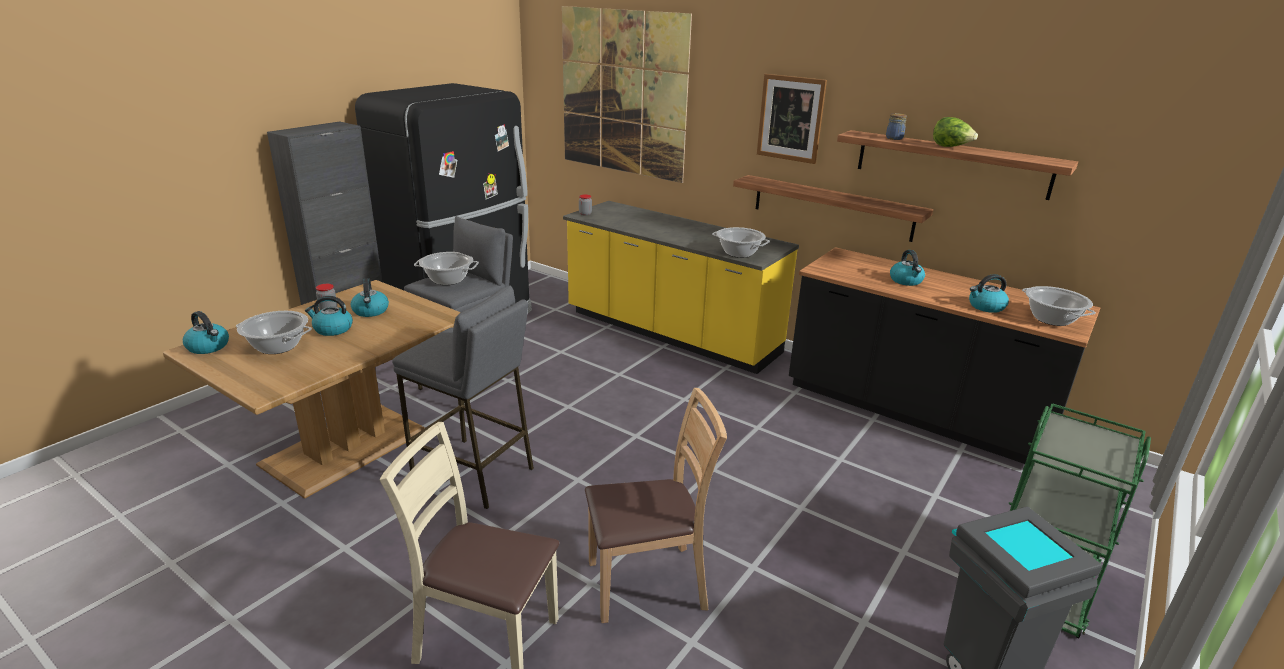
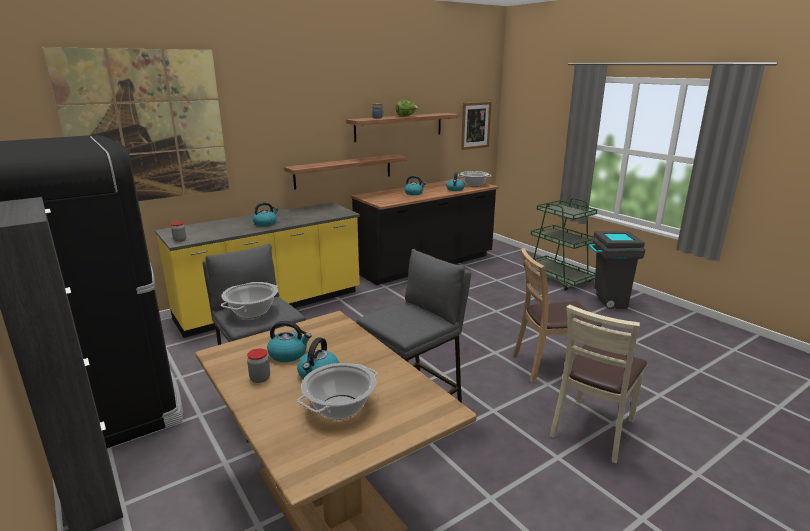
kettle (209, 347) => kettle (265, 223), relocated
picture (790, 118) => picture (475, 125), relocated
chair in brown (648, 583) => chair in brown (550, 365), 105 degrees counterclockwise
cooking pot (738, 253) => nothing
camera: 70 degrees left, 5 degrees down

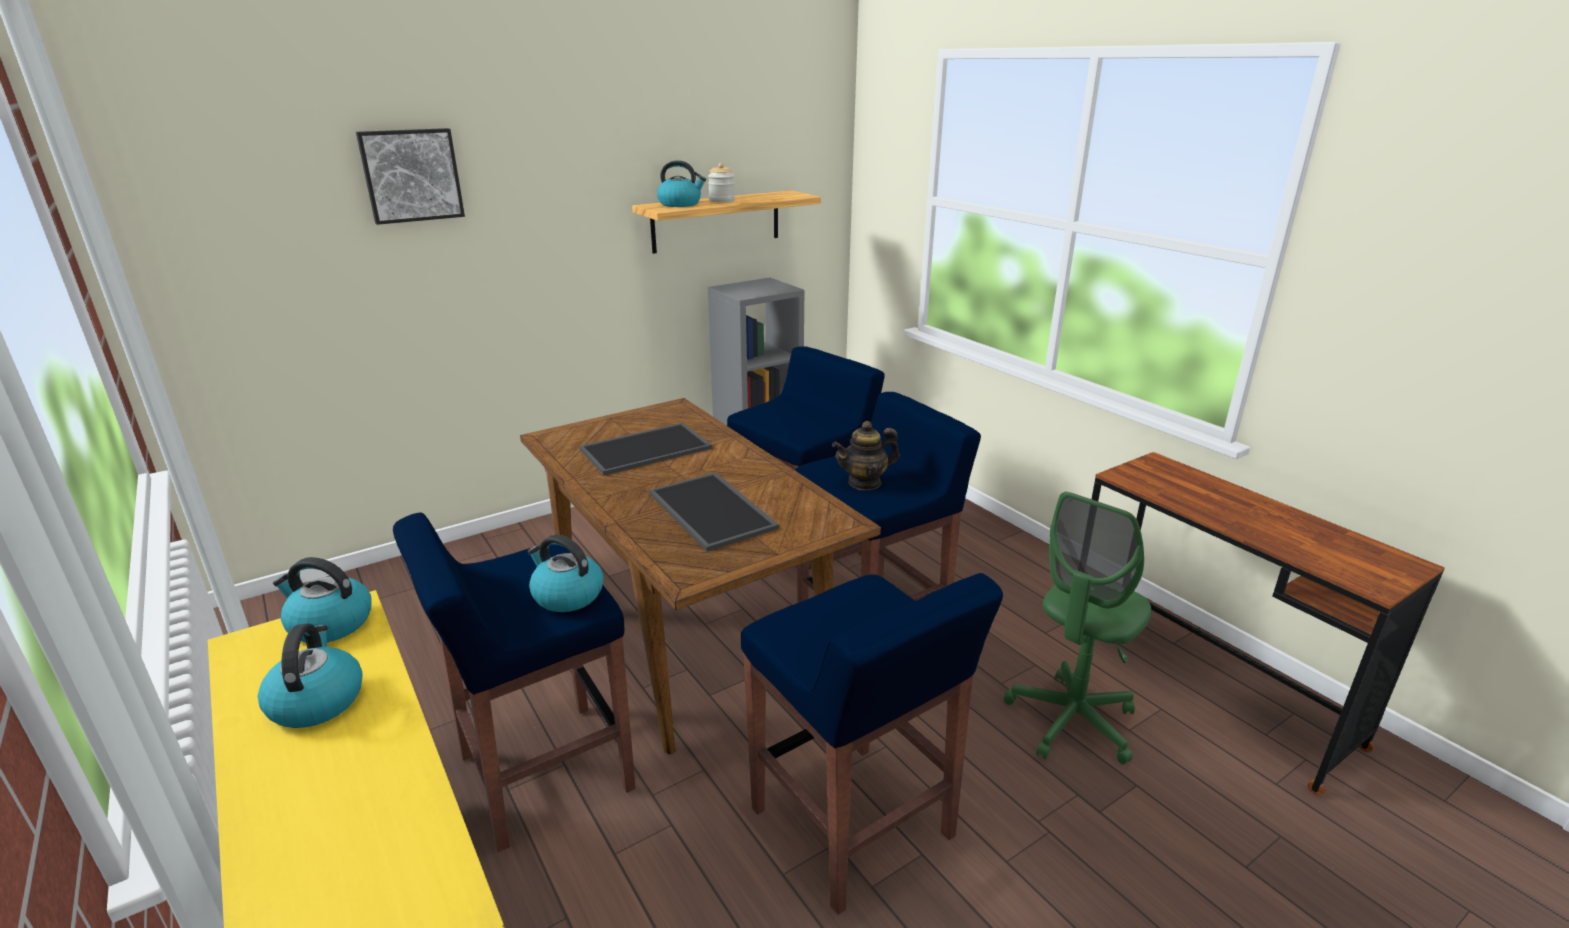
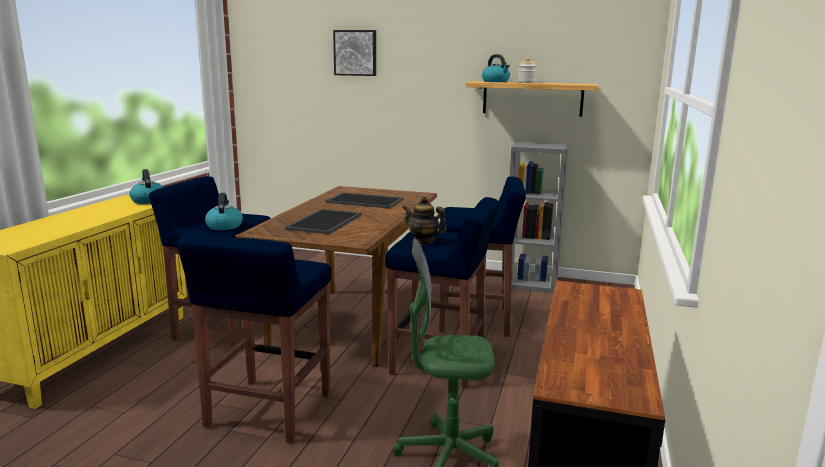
kettle (317, 701) => nothing
camera: 50 degrees right, 10 degrees down

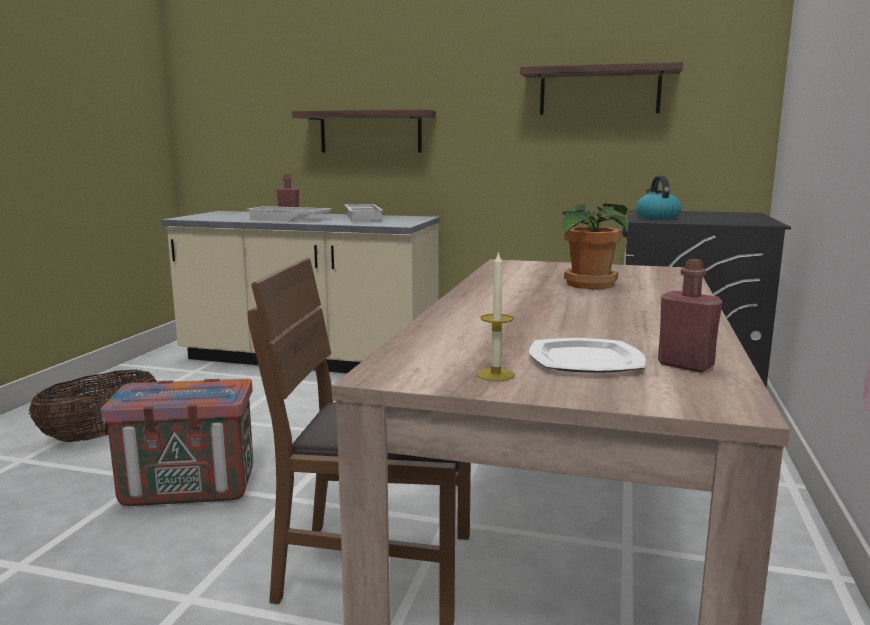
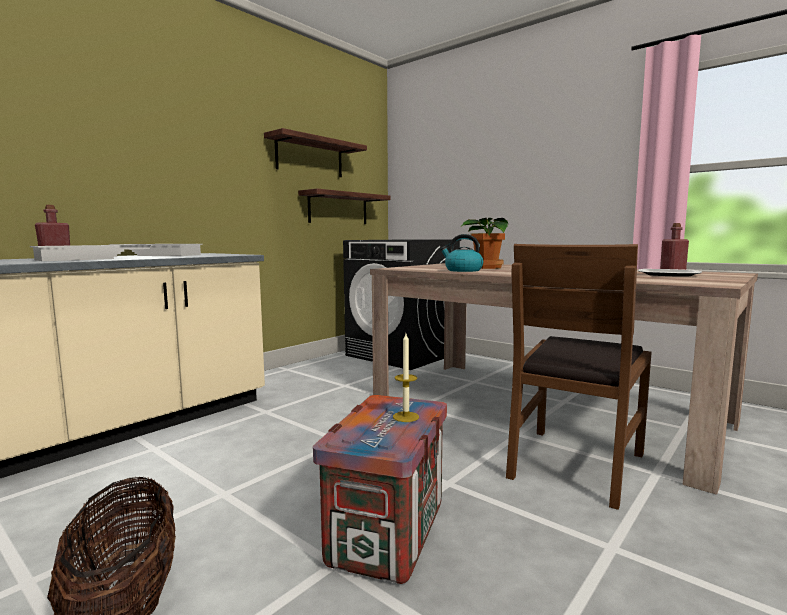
shelf (370, 132) => shelf (338, 208), relocated
candle (495, 374) => candle (405, 417), relocated
kettle (657, 217) => kettle (462, 270), relocated
camera: 65 degrees left, 5 degrees down

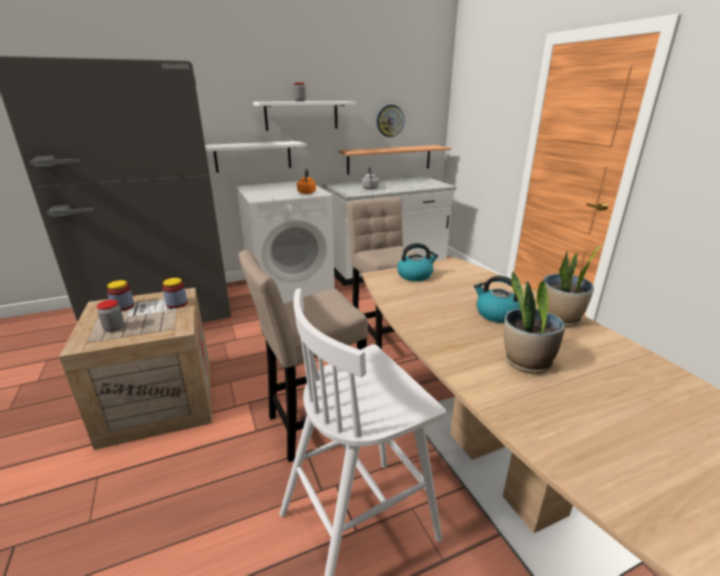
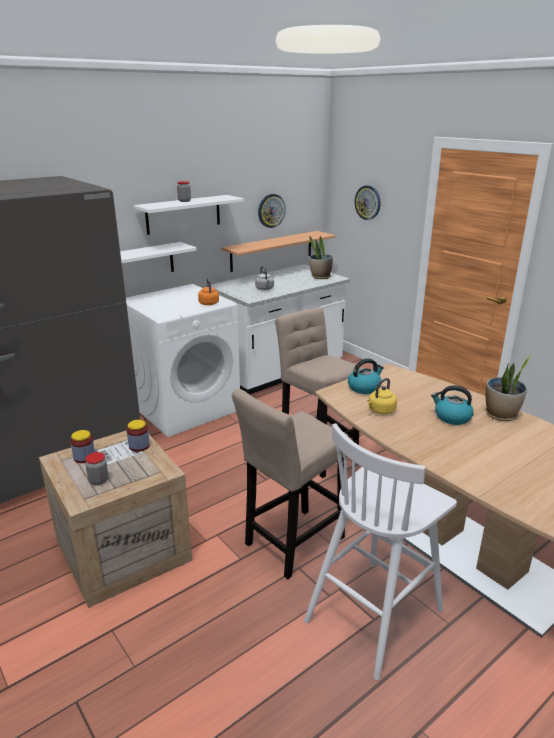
potted plant (526, 362) => potted plant (320, 277), relocated
nothing => wall clock (368, 202)
nothing => kettle in yellow (380, 411)
camera: 15 degrees left, 0 degrees up

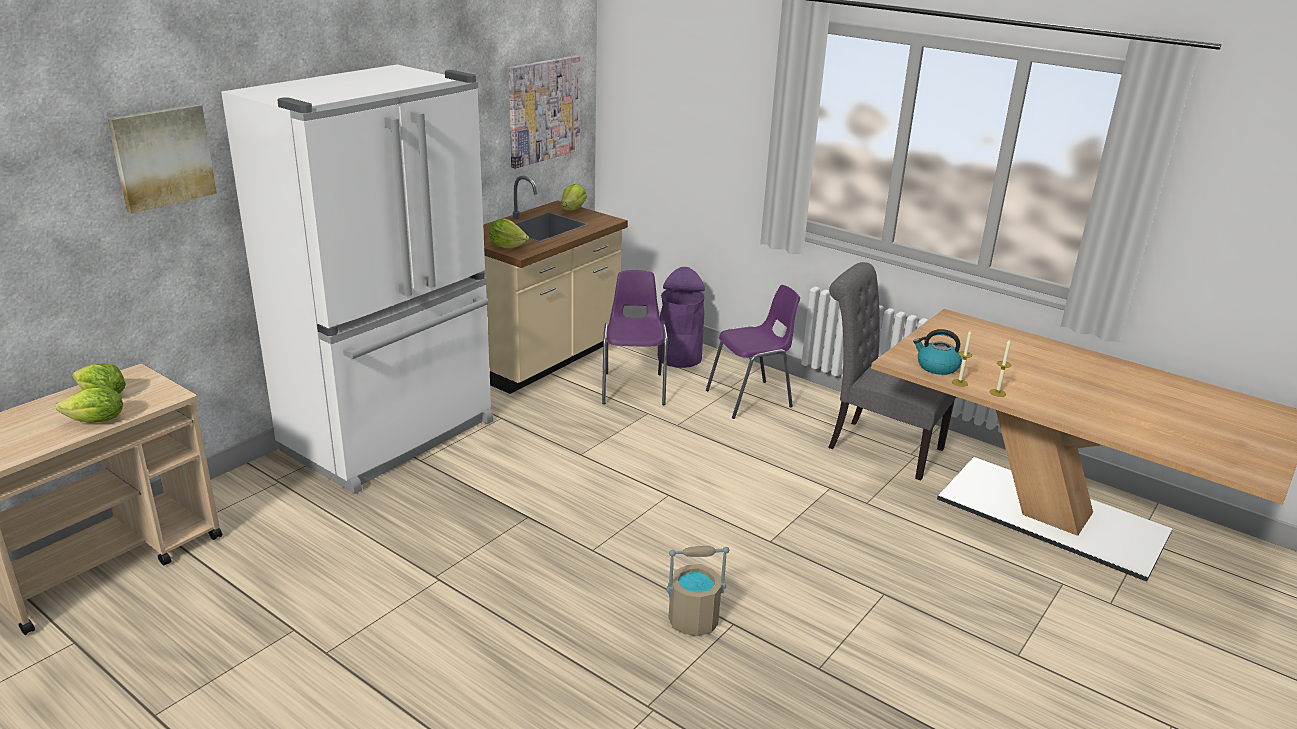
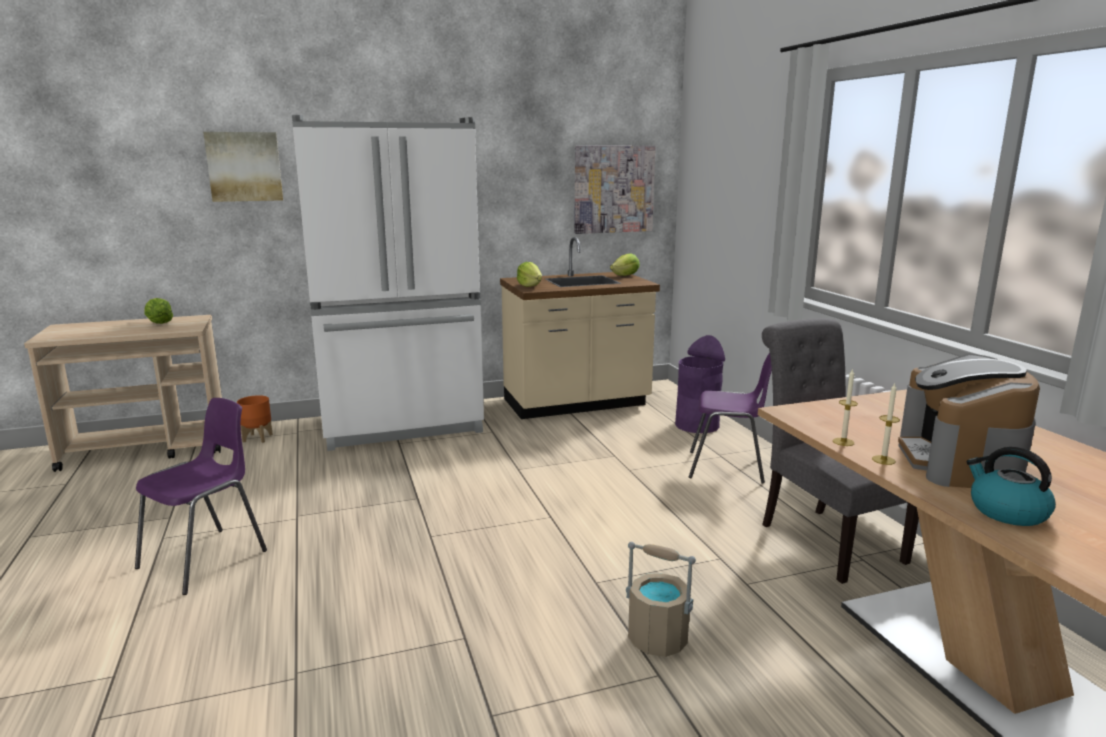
chair in purple (633, 388) => chair in purple (206, 559), relocated
nothing => planter in orange (258, 438)
bucket in beige (693, 620) => bucket in beige (657, 639), relocated
nothing => coffee machine (959, 461)
kettle (936, 367) => kettle (1006, 512), relocated
lettuce (97, 421) => nothing
camera: 35 degrees right, 10 degrees down

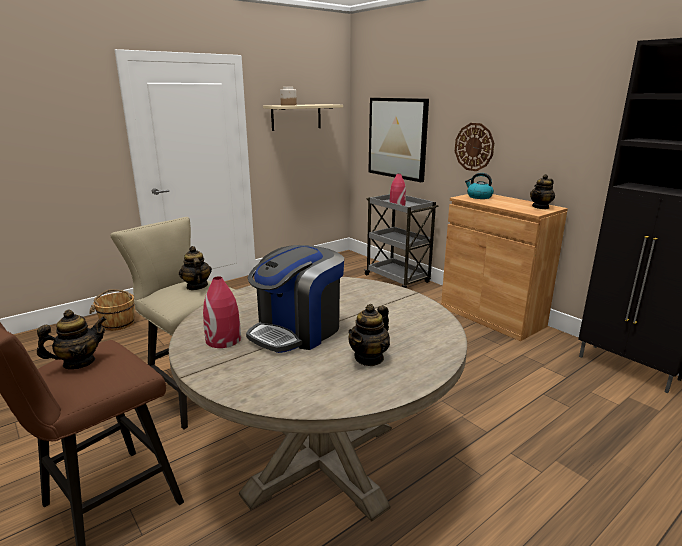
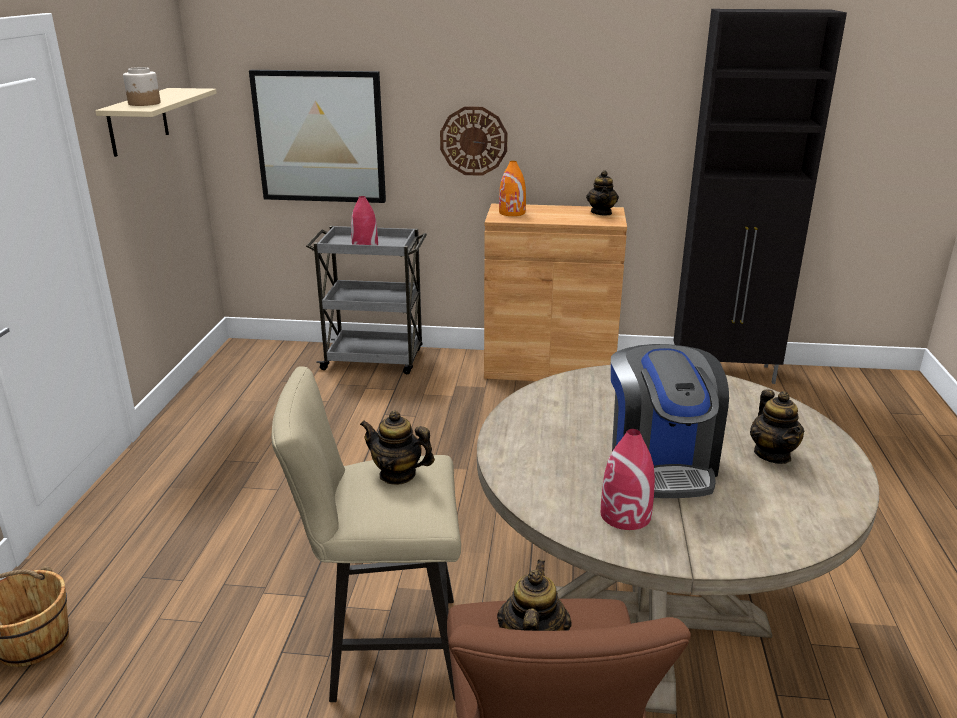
kettle (479, 197) => vase in orange (512, 212)
camera: 45 degrees left, 5 degrees up

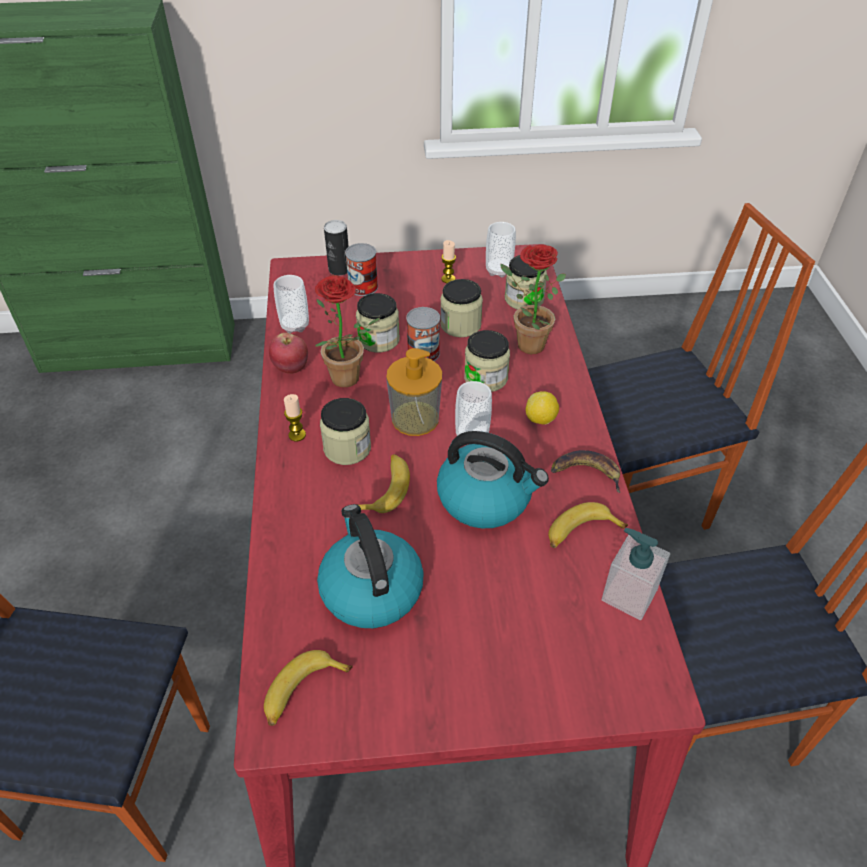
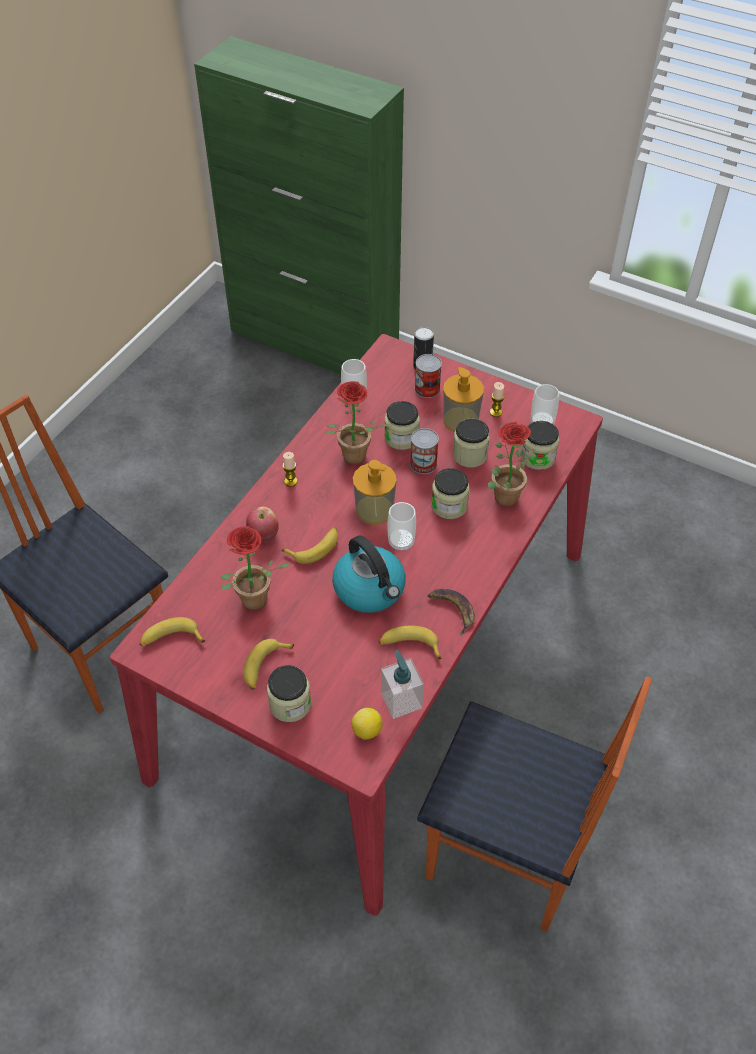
kettle (370, 589) => potted plant (253, 604)
nothing => banana (265, 667)
apple (291, 368) => apple (264, 535), relocated
jar (347, 448) => jar (290, 704), relocated
lemon (540, 419) => lemon (367, 731), relocated
nothing => soap dispenser (460, 420)
chair (633, 505) => nothing
camera: 35 degrees right, 5 degrees up

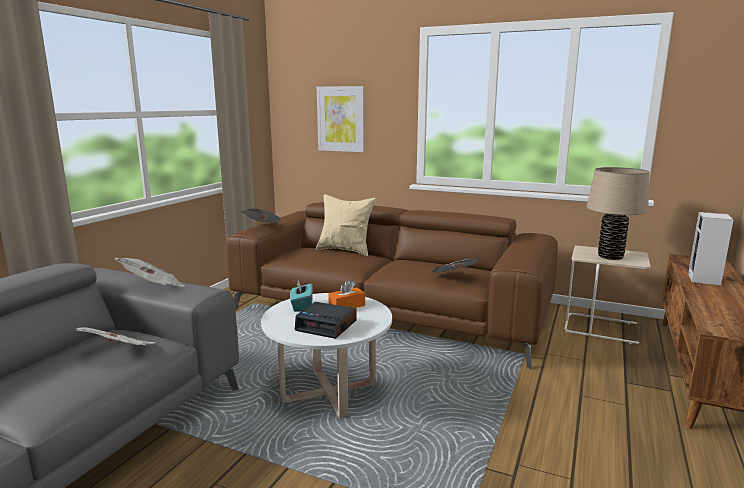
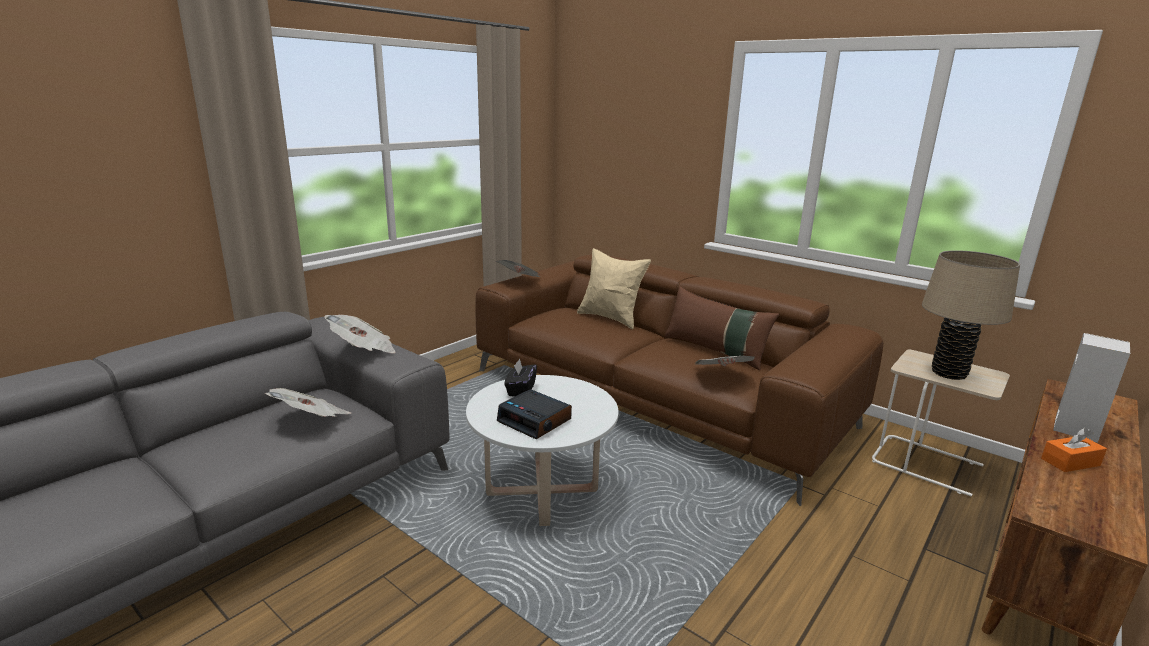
tissue box in turquoise (302, 306) => tissue box in black (520, 390)
nothing => pillow in brown (715, 350)
tissue box in orange (347, 306) => tissue box in orange (1070, 462), relocated
picture (341, 119) => nothing
camera: 15 degrees right, 5 degrees up

